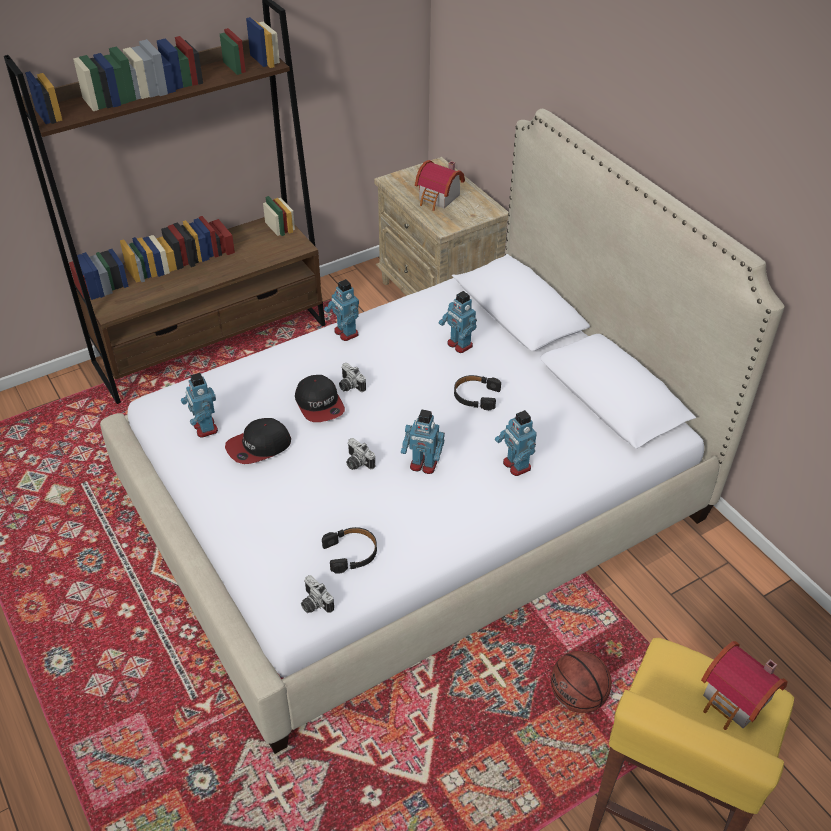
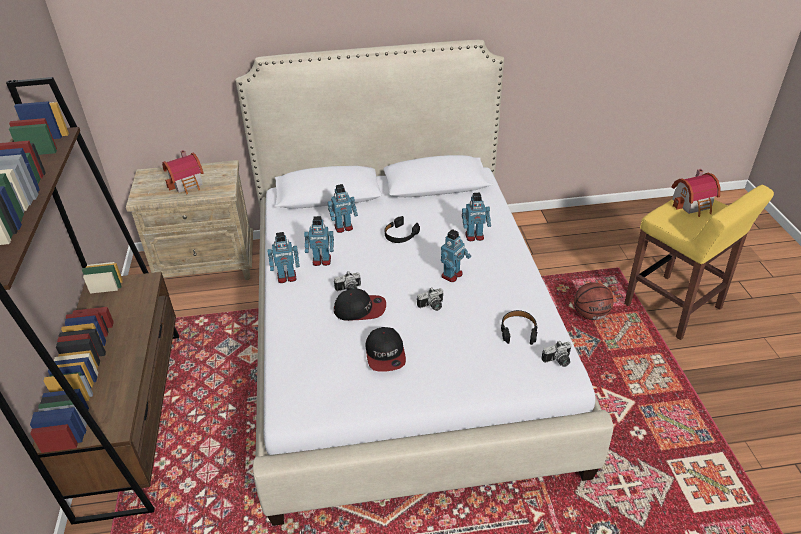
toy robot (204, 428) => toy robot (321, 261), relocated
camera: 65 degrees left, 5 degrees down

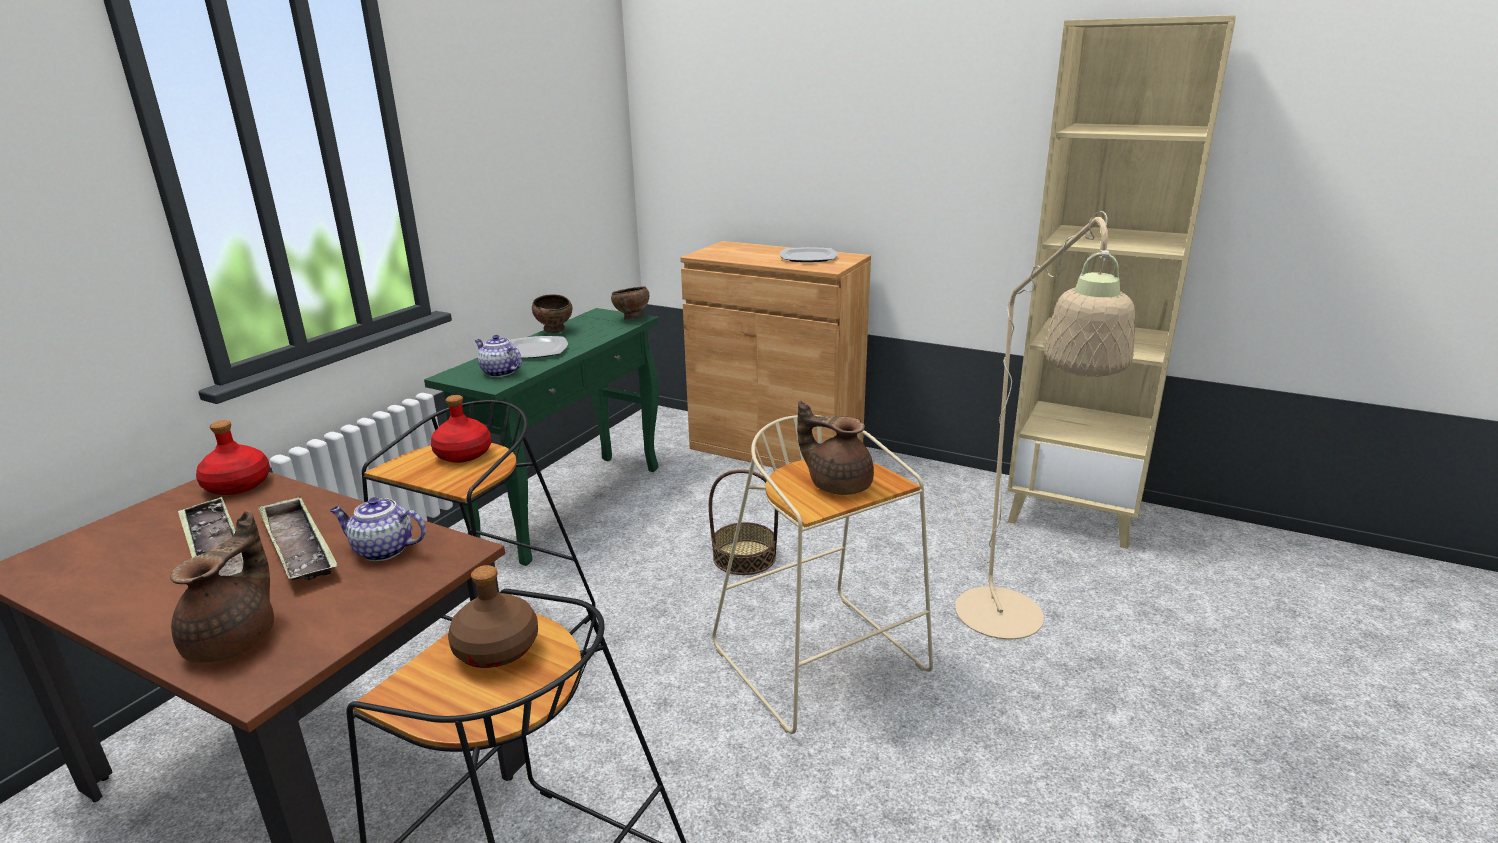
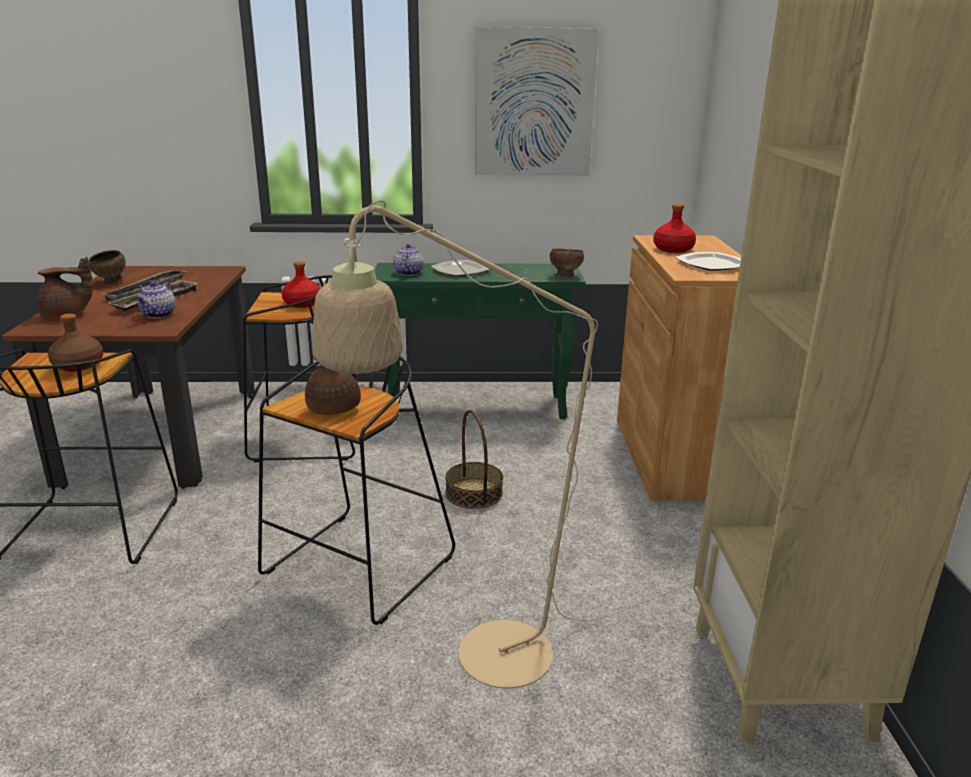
bowl in brown (555, 331) => bowl in brown (111, 283), relocated
teapot (382, 550) => teapot (158, 315), 150 degrees counterclockwise
stool in beige (823, 662) => stool in black (359, 568)
nothing => picture (534, 103)
bottle in red (238, 485) => bottle in red (673, 249), relocated
camera: 60 degrees right, 0 degrees up

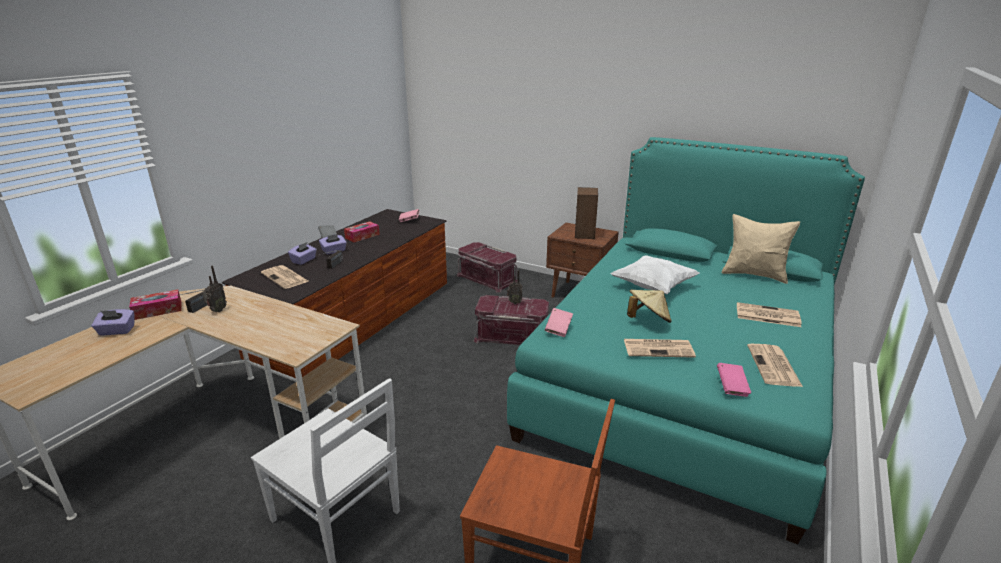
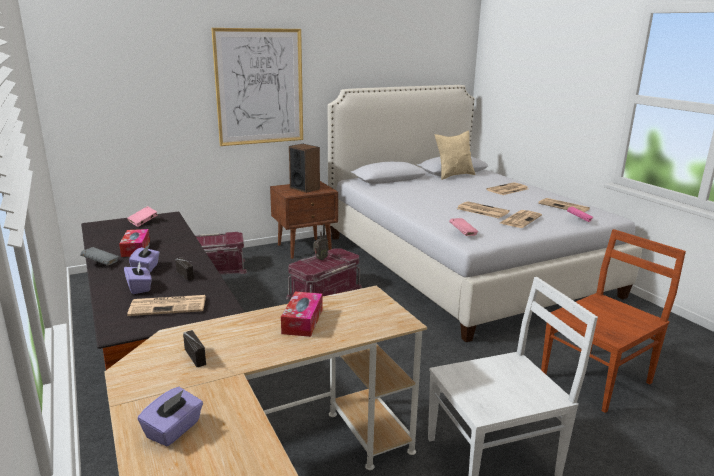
nothing => picture (259, 87)
tissue box (158, 310) => tissue box (302, 321), relocated
bed in turquoise (682, 381) => bed in white (461, 264)
hat in beige (648, 320) => newspaper (481, 210)
radio (217, 311) => nothing
pillow in white (653, 287) => nothing
camera: 55 degrees left, 5 degrees down

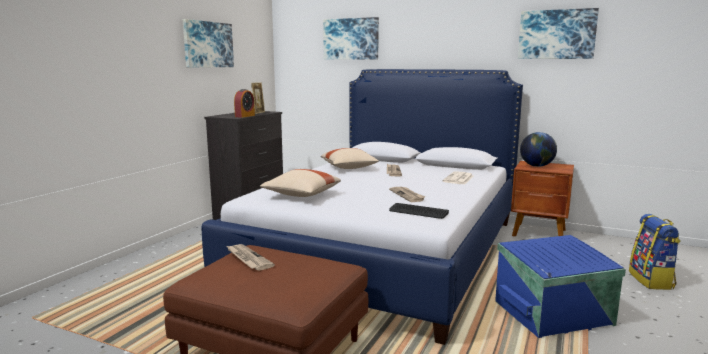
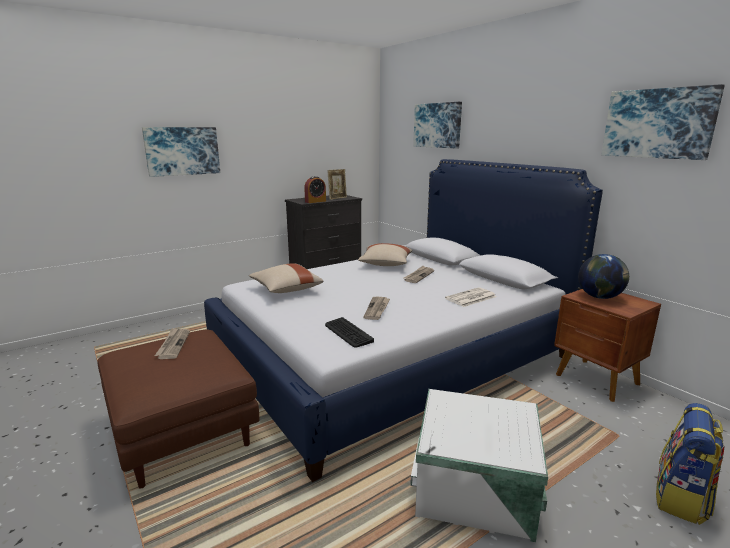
picture (208, 44) => picture (182, 151), relocated
storage box in blue (554, 314) => storage box in white (475, 493)
camera: 30 degrees right, 5 degrees up

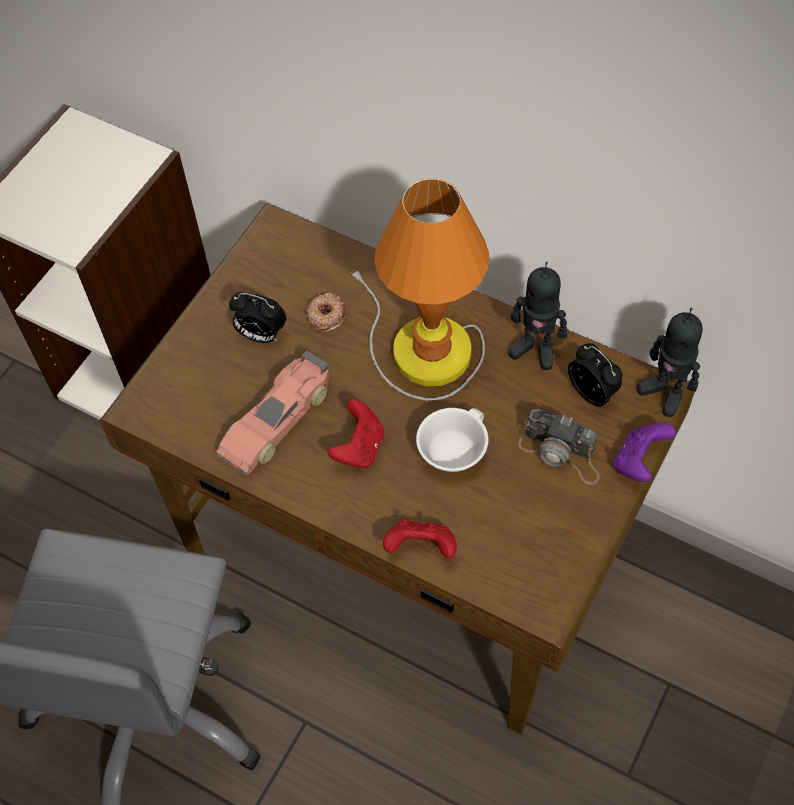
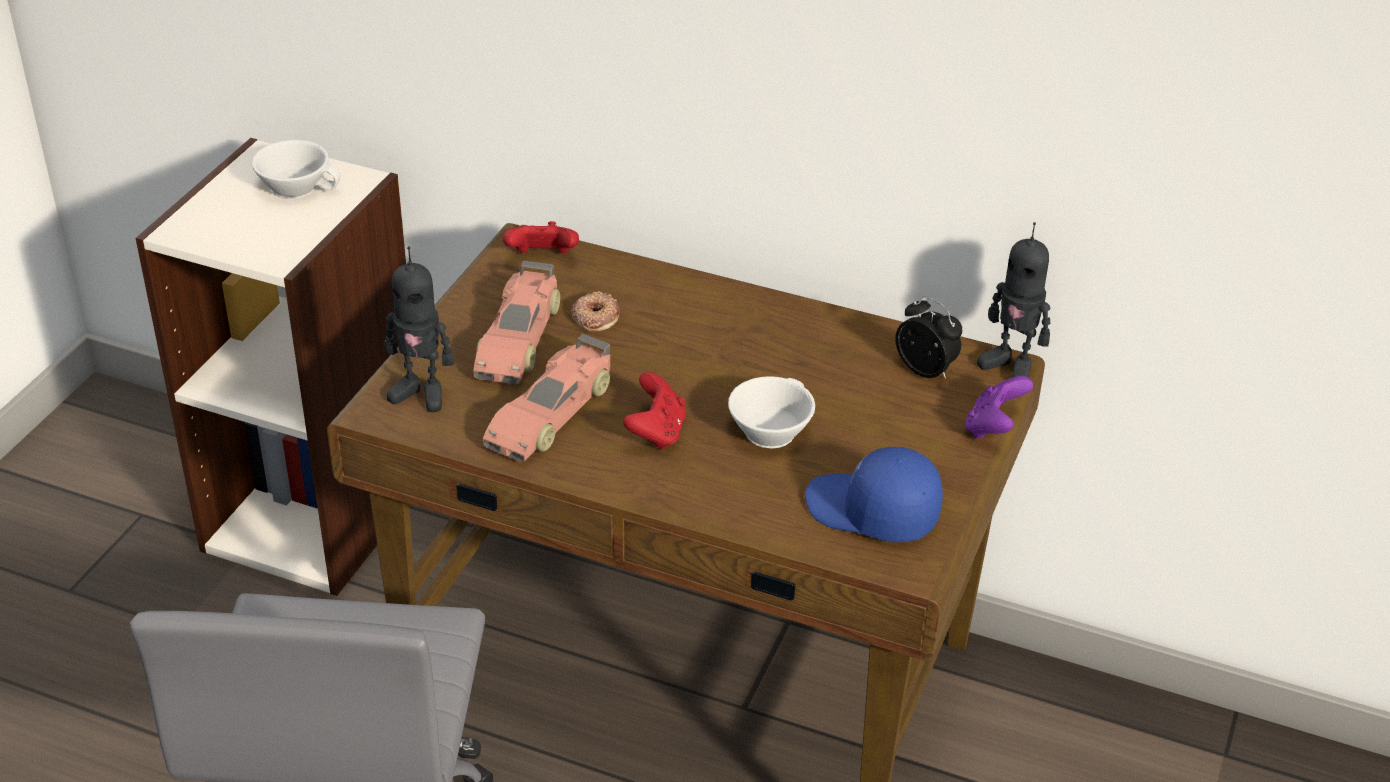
nothing => cup in white (297, 186)
toy robot (535, 349) => toy robot (421, 393), relocated
alarm clock (260, 335) => toy car (519, 338)
game controller in red (421, 548) => game controller in red (542, 258), relocated
nothing => cap in blue (871, 512)
table lamp (422, 350) => nothing
photo camera (561, 453) => nothing
camera: 10 degrees left, 20 degrees down

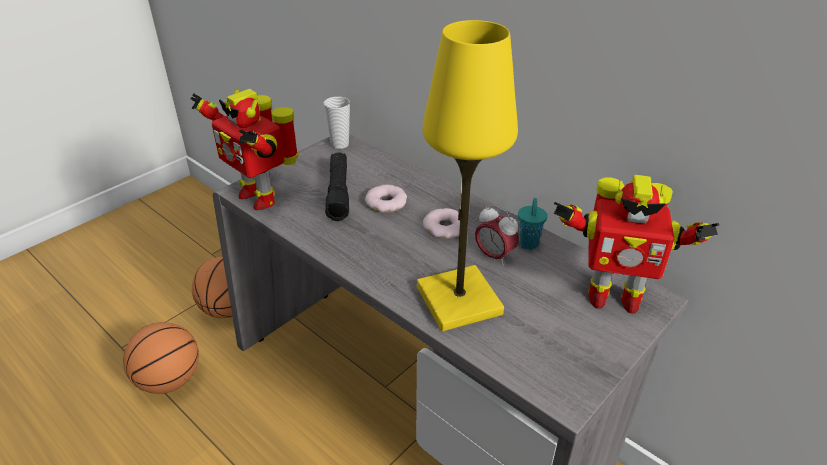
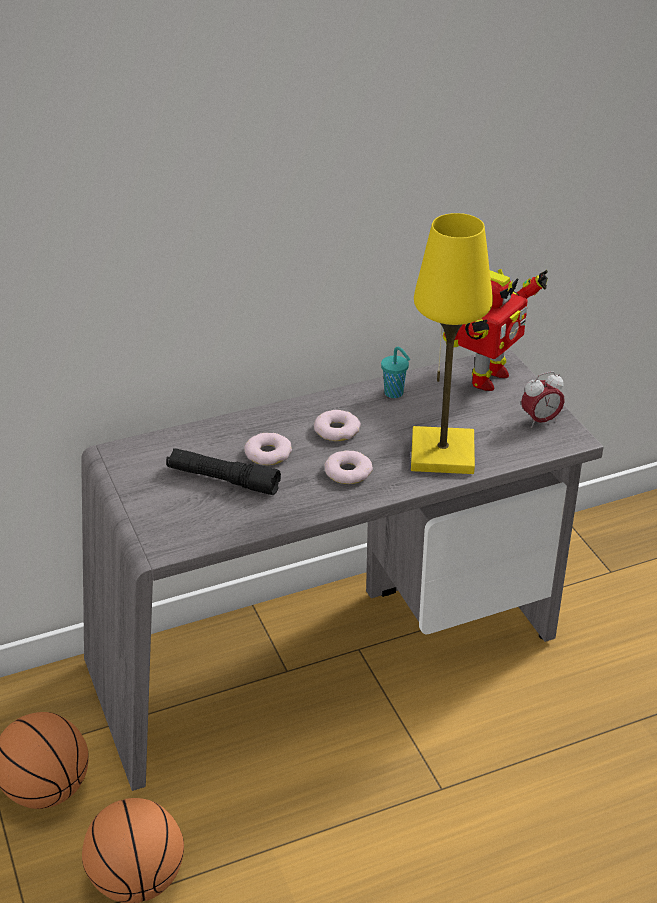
nothing => donut (347, 472)
alarm clock (494, 256) => alarm clock (540, 421), relocated
toy robot (259, 196) => nothing
cup (339, 144) => nothing
camera: 65 degrees left, 0 degrees up

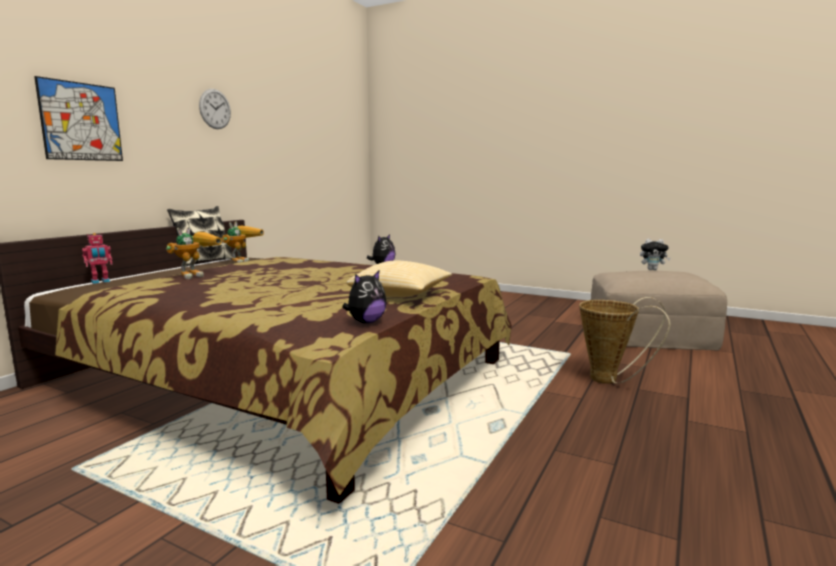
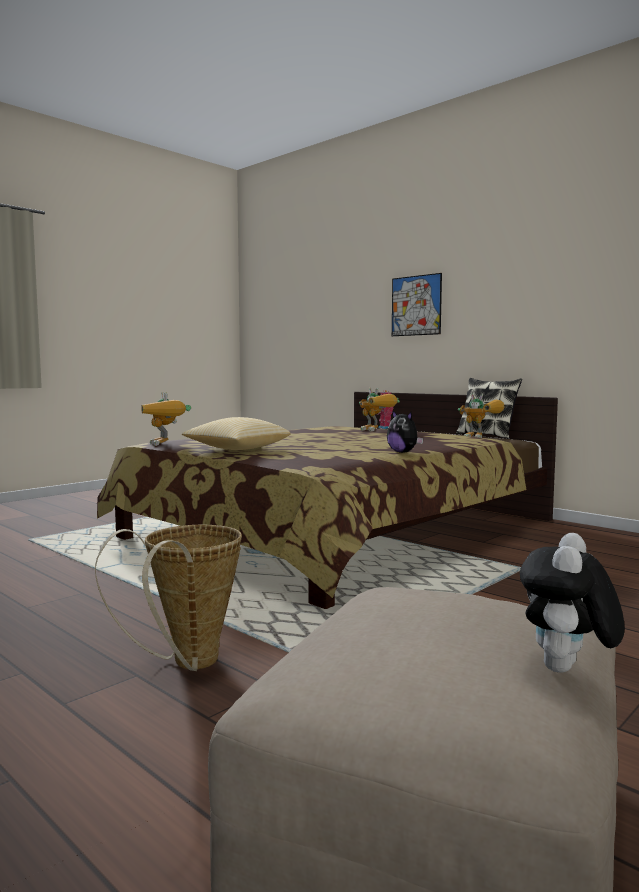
plush toy (366, 322) => toy robot (165, 445)
wall clock (215, 109) => nothing
camera: 105 degrees right, 5 degrees down

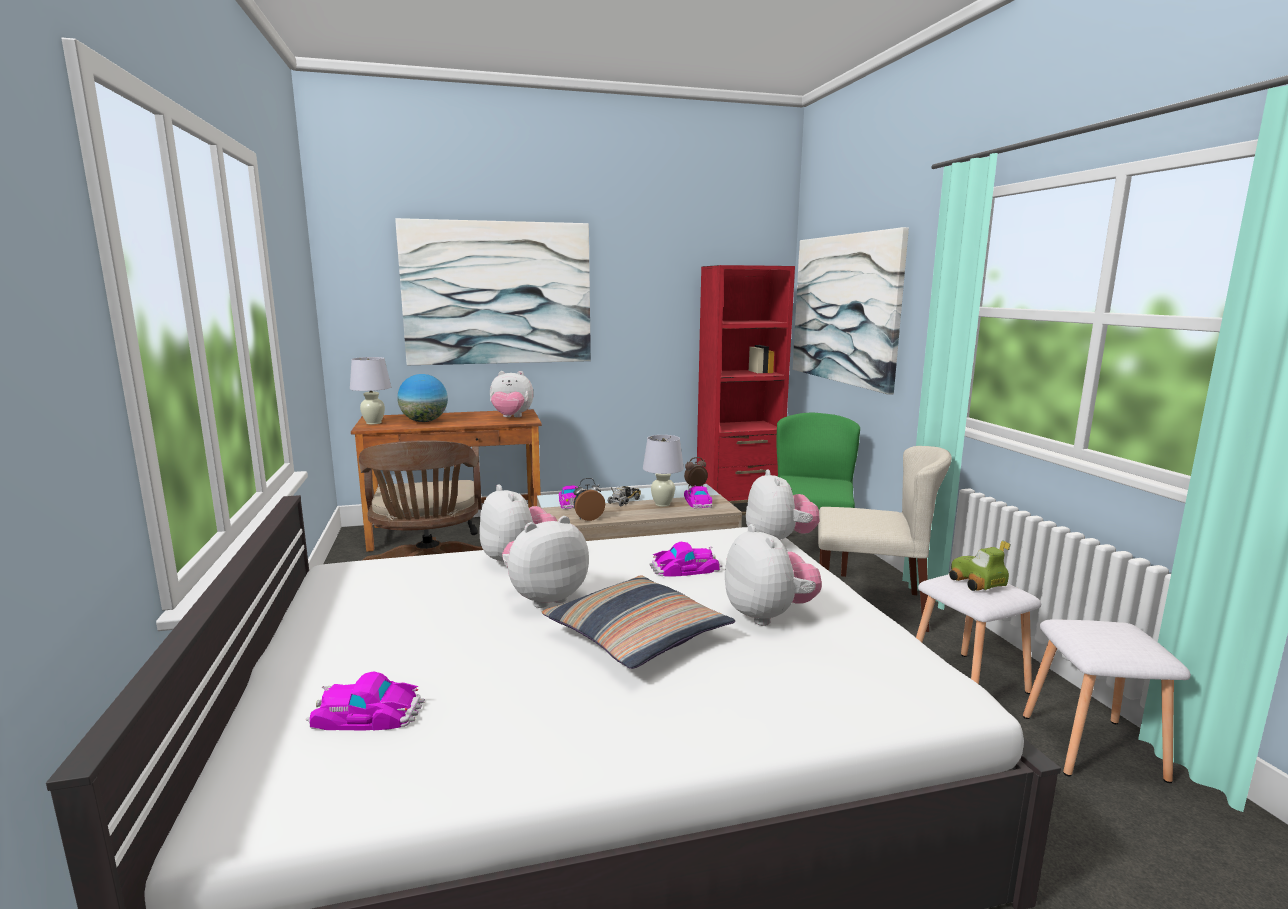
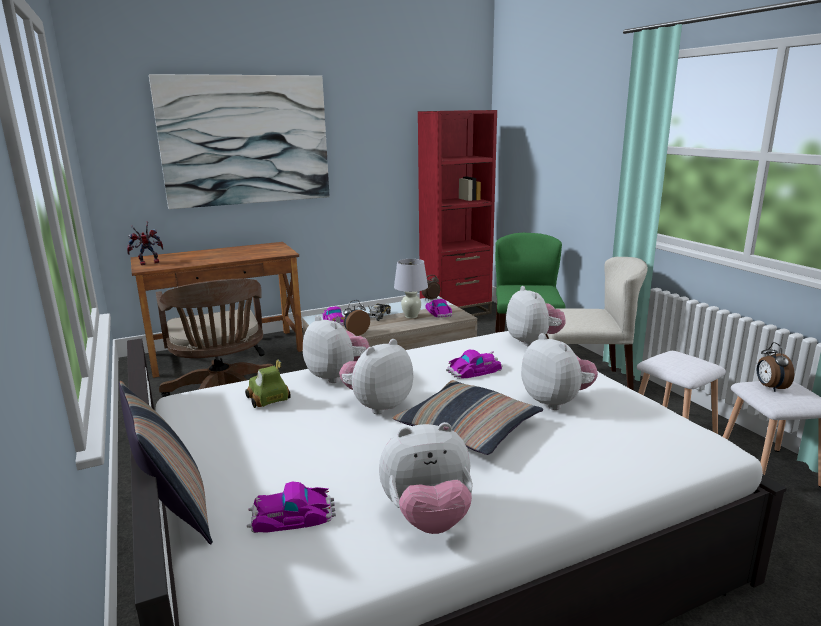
nothing => pillow (174, 512)
table lamp in white (374, 423) => toy robot (147, 263)
toy car (976, 583) => toy car (267, 399), relocated
plush toy (511, 418) => plush toy (428, 518), relocated
nothing => alarm clock (770, 387)
globe (424, 421) => nothing
picture (844, 309) => nothing
camera: 10 degrees left, 5 degrees up

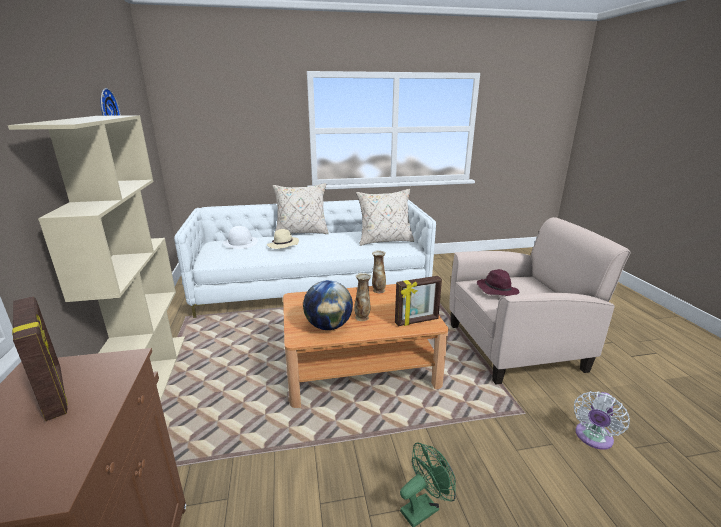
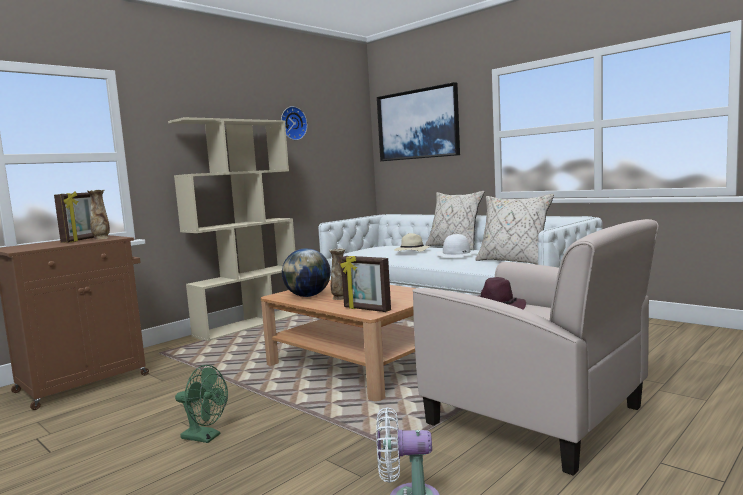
vase (378, 290) => vase (101, 238), relocated
nothing => picture (418, 124)
hat in white (240, 242) => hat in white (456, 254), relocated
camera: 55 degrees right, 15 degrees down

